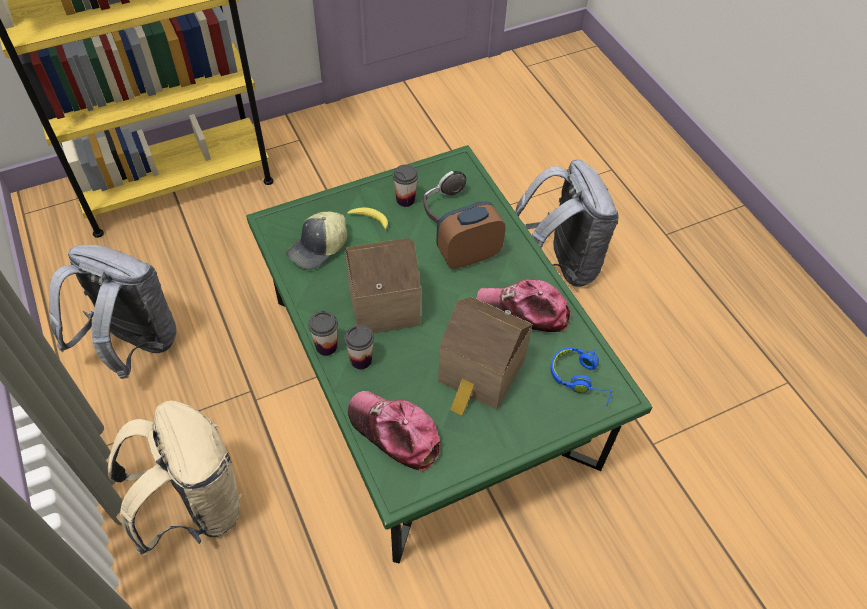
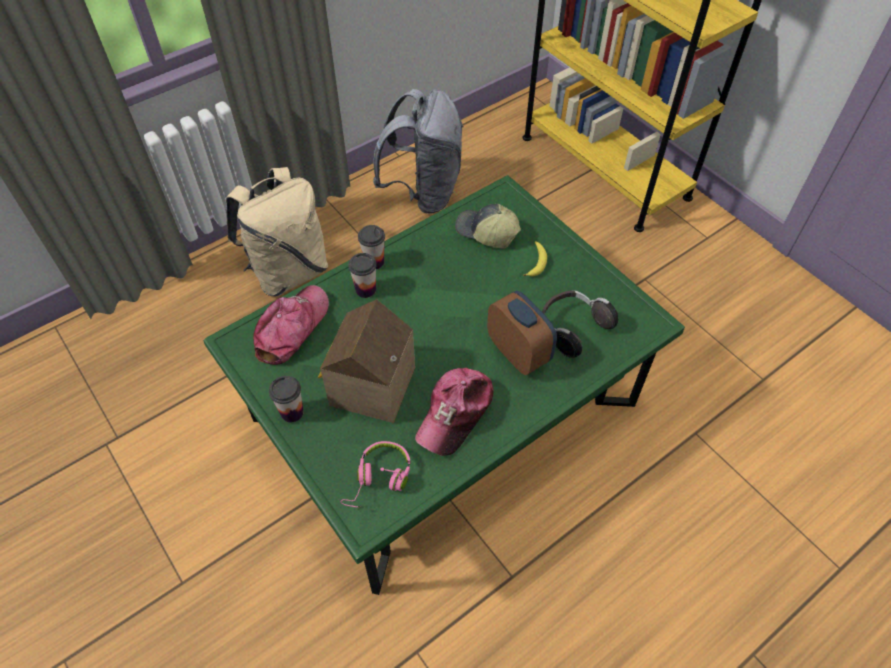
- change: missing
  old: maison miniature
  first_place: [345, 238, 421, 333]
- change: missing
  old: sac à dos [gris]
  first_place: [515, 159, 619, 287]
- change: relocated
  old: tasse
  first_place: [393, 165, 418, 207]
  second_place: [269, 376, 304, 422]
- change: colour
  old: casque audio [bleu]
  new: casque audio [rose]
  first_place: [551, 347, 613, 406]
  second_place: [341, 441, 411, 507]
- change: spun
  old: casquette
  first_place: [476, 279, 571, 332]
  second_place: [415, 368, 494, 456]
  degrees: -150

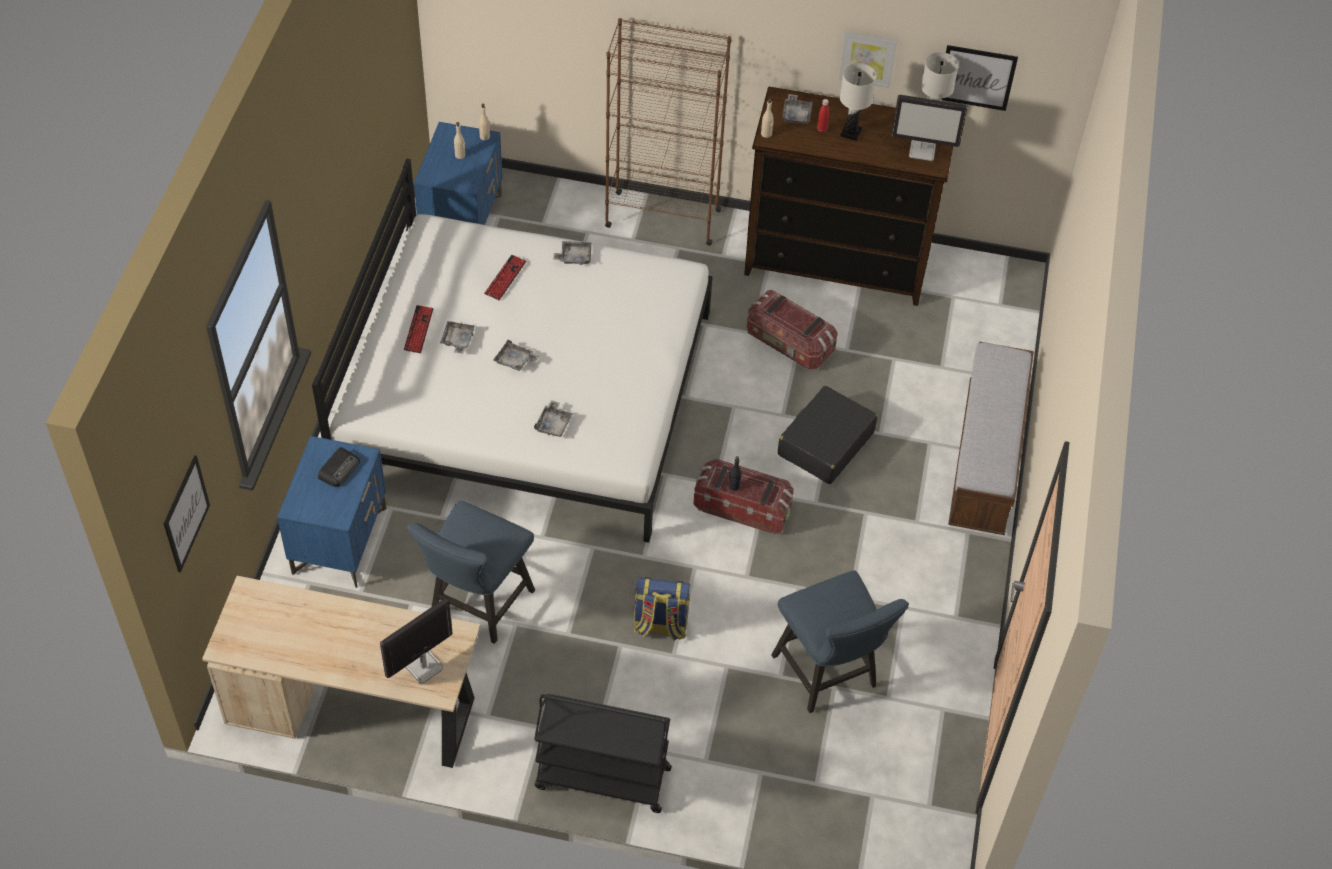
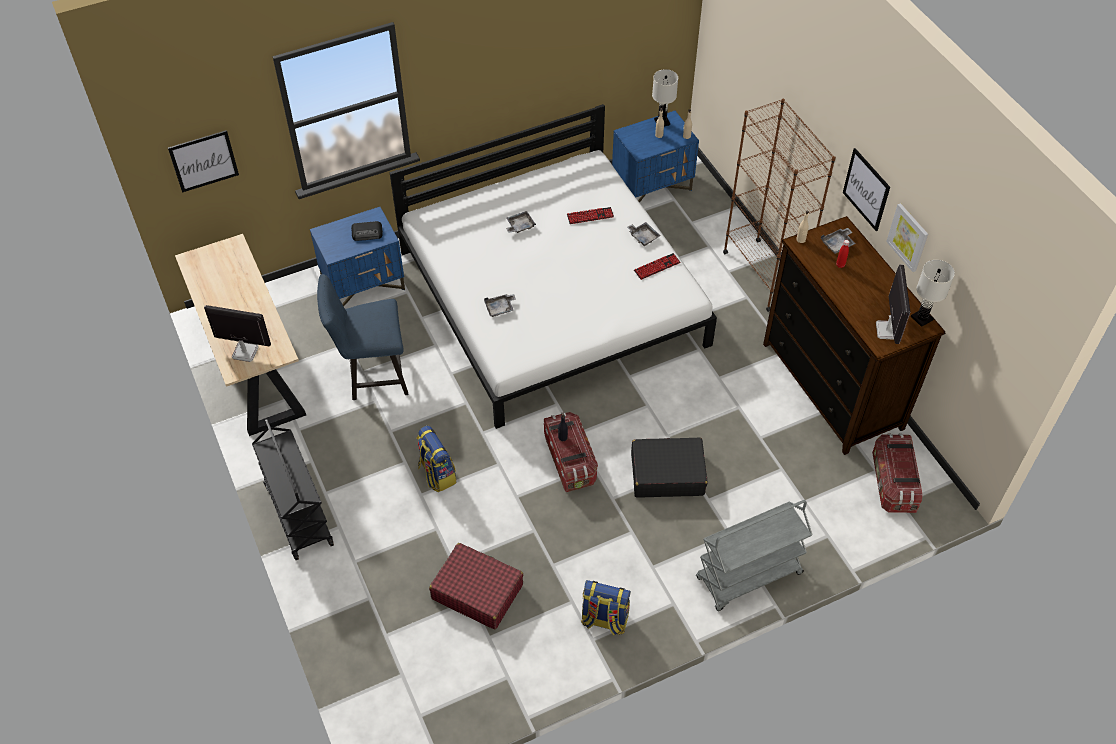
- change: missing
  old: plateau [gris]
  first_place: [493, 339, 539, 371]
- change: appeared
  new: sac à dos
  second_place: [581, 580, 631, 635]
- change: relocated
  old: clavier
  first_place: [404, 305, 434, 353]
  second_place: [634, 253, 680, 280]
- change: relocated
  old: boîte de rangement
  first_place: [747, 290, 838, 369]
  second_place: [872, 434, 922, 513]
- change: relocated
  old: lampe de table [blanc]
  first_place: [840, 63, 877, 141]
  second_place: [652, 69, 678, 126]
- change: relocated
  old: tableau
  first_place: [941, 45, 1018, 111]
  second_place: [843, 148, 890, 231]
- change: exchanged
  old: chaise [bleu]
  new: valise [rouge]
  first_place: [771, 570, 909, 713]
  second_place: [429, 543, 523, 629]
- change: exchanged
  old: banc
  new: chariot [gris]
  first_place: [948, 341, 1034, 535]
  second_place: [696, 500, 813, 611]
- change: spun
  old: écran d'ordinateur
  first_place: [891, 95, 968, 161]
  second_place: [876, 264, 910, 344]
  degrees: -150

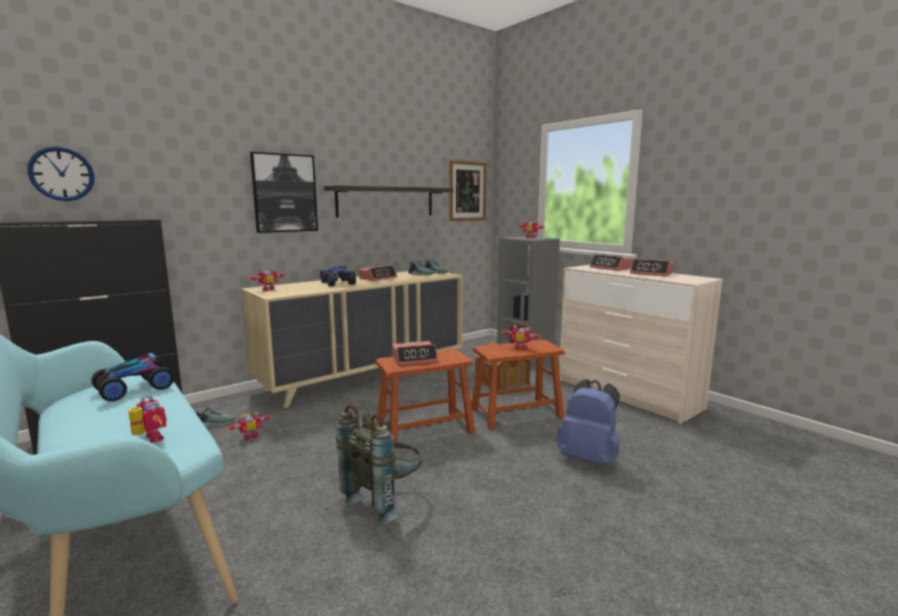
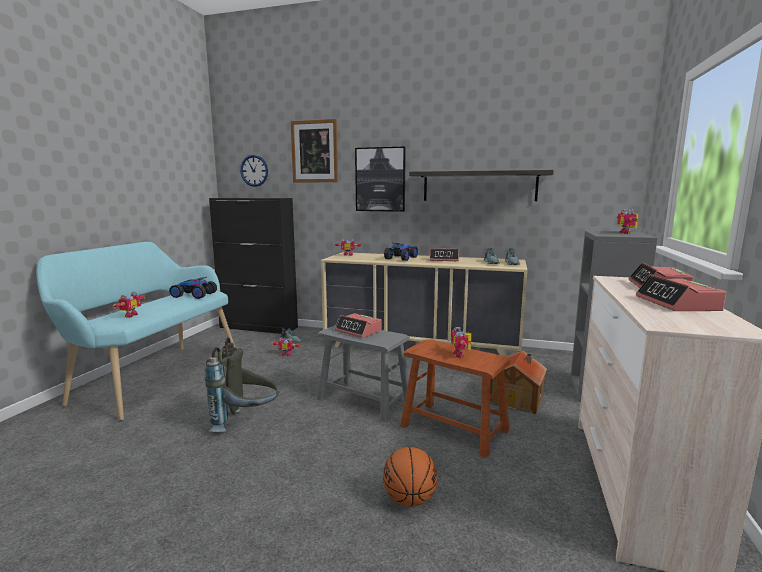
- change: relocated
  old: tableau
  first_place: [449, 160, 487, 221]
  second_place: [291, 119, 338, 183]
- change: exchanged
  old: sac à dos [bleu]
  new: ballon de basket
  first_place: [557, 379, 620, 466]
  second_place: [383, 447, 438, 507]
- change: colour
  old: tabouret [marron]
  new: tabouret [gris]
  first_place: [375, 349, 475, 449]
  second_place: [317, 325, 410, 421]

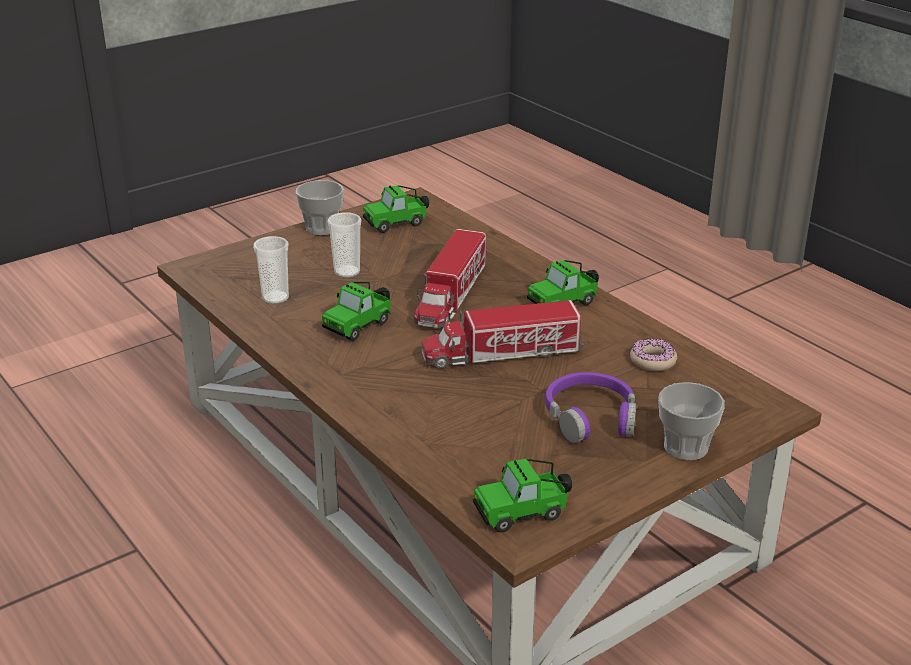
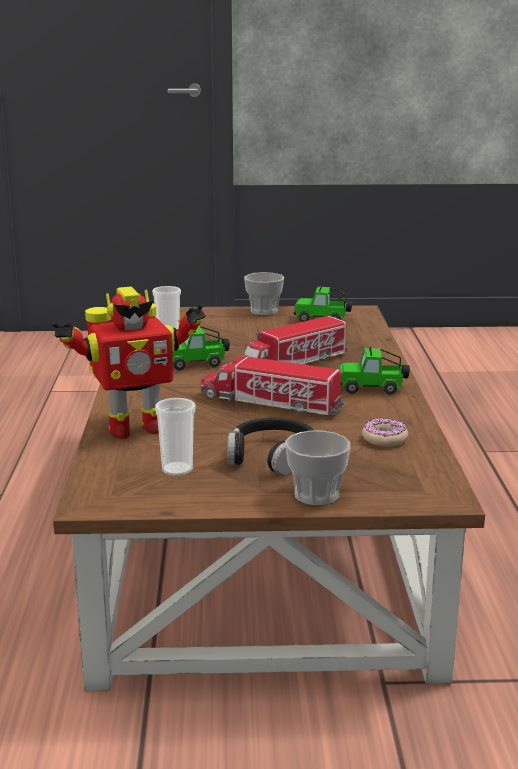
- change: missing
  old: petite voiture
  first_place: [473, 459, 572, 532]
- change: appeared
  new: robot jouet
  second_place: [52, 287, 206, 439]
- change: relocated
  old: tasse
  first_place: [328, 212, 361, 278]
  second_place: [155, 398, 196, 476]
- change: colour
  old: casque audio [violet]
  new: casque audio [noir]
  first_place: [545, 372, 637, 443]
  second_place: [227, 418, 315, 475]

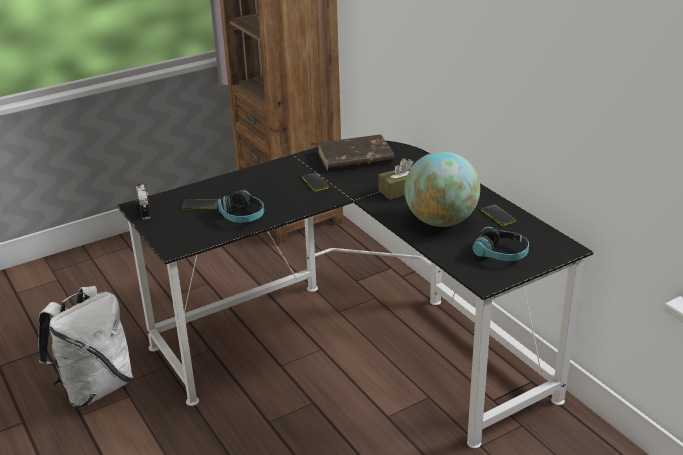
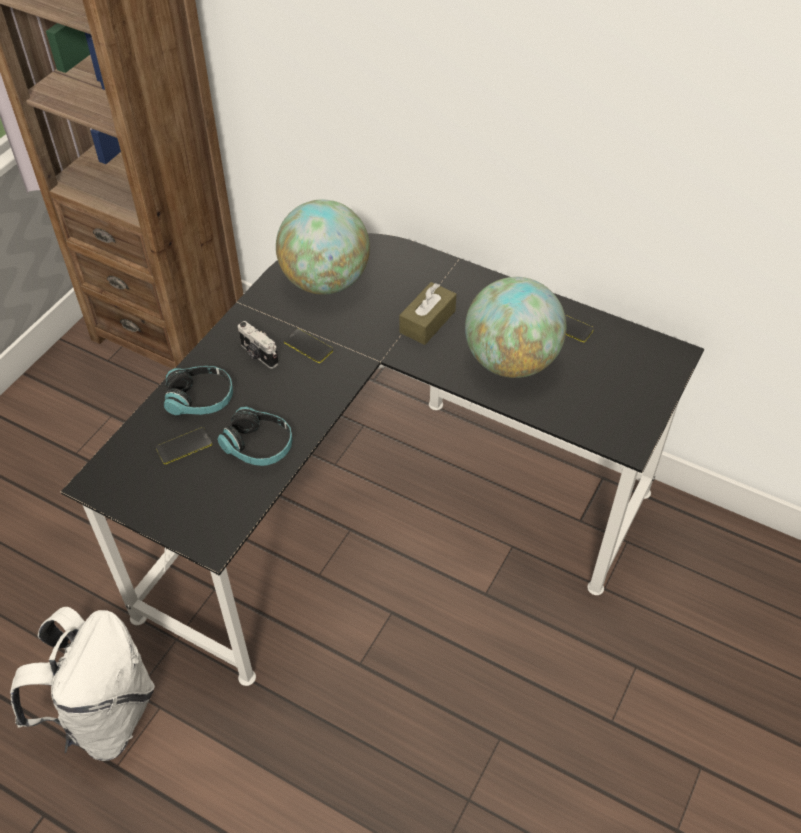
- change: relocated
  old: appareil photo
  first_place: [134, 183, 150, 219]
  second_place: [238, 321, 279, 369]
- change: relocated
  old: casque audio
  first_place: [473, 227, 529, 261]
  second_place: [164, 366, 233, 415]
- change: exchanged
  old: livre [marron]
  new: globe
  first_place: [317, 134, 394, 171]
  second_place: [276, 199, 370, 295]

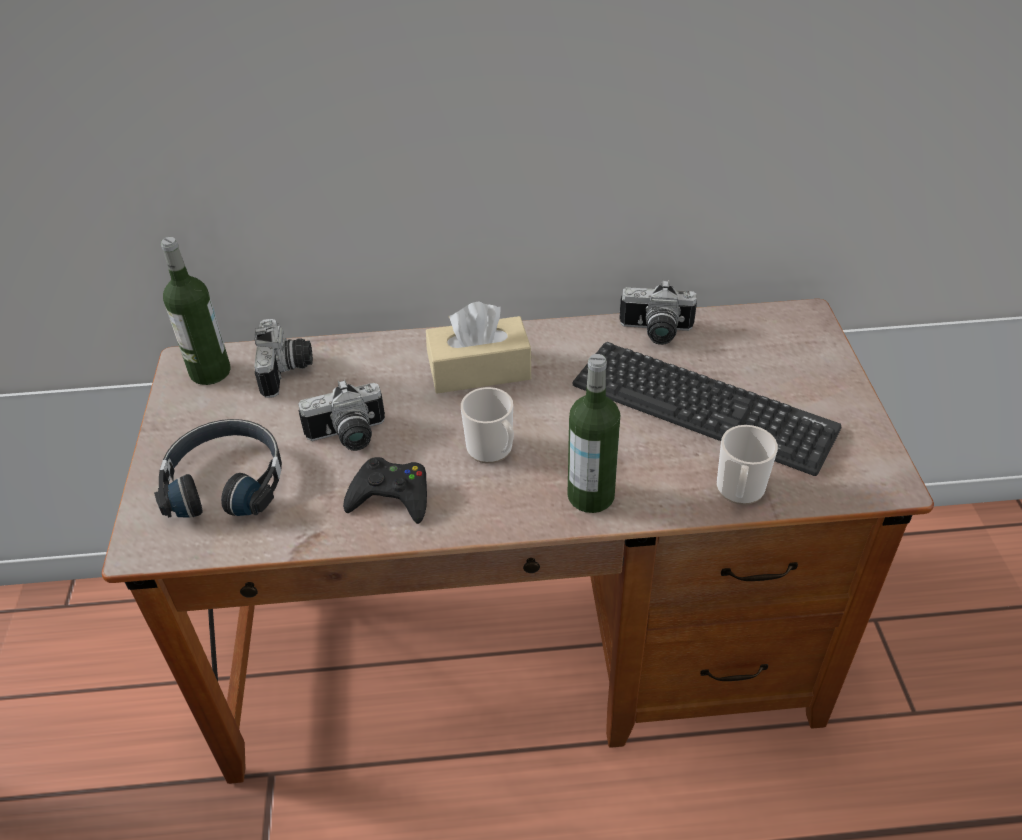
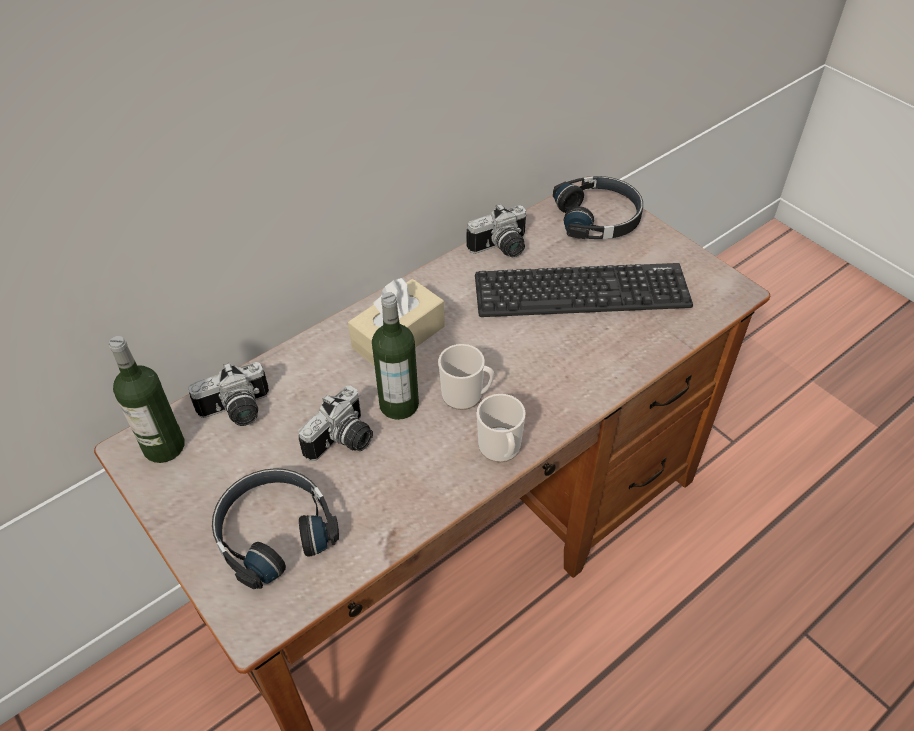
- change: missing
  old: manette [noir]
  first_place: [343, 457, 427, 524]
- change: appeared
  new: casque audio [noir]
  second_place: [553, 176, 643, 239]
- change: relocated
  old: bouteille
  first_place: [567, 354, 620, 513]
  second_place: [372, 292, 419, 420]
- change: relocated
  old: mug
  first_place: [717, 425, 778, 505]
  second_place: [477, 394, 525, 462]
- change: spun
  old: appareil photo
  first_place: [254, 319, 313, 398]
  second_place: [188, 362, 269, 426]
  degrees: 105

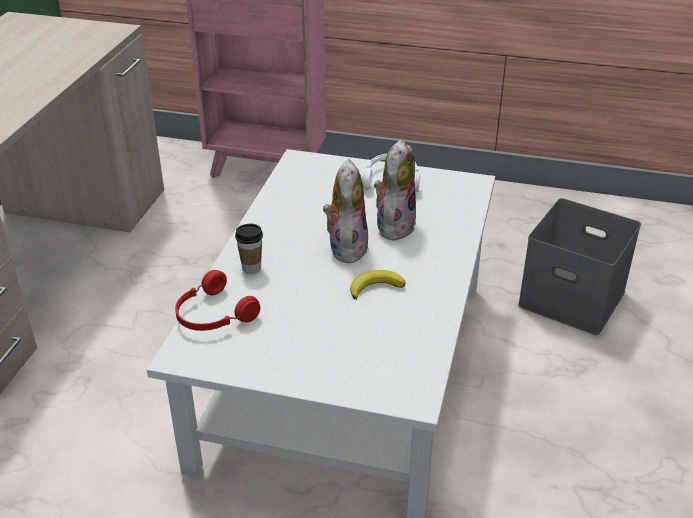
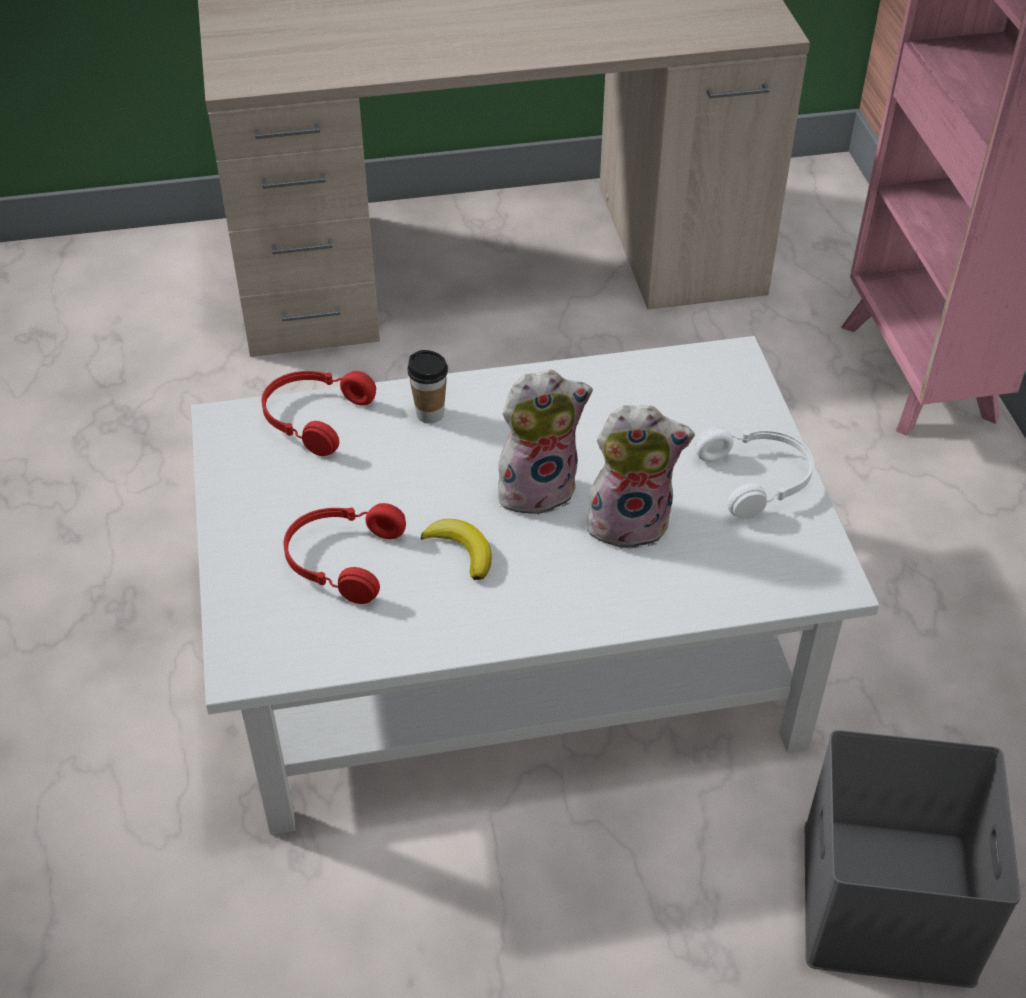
- change: appeared
  new: casque audio [rouge]
  second_place: [284, 503, 406, 604]

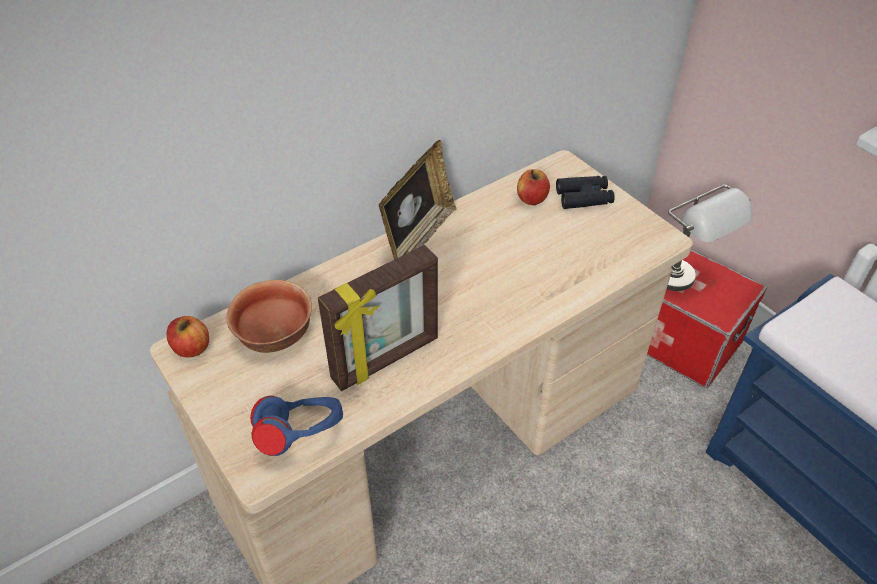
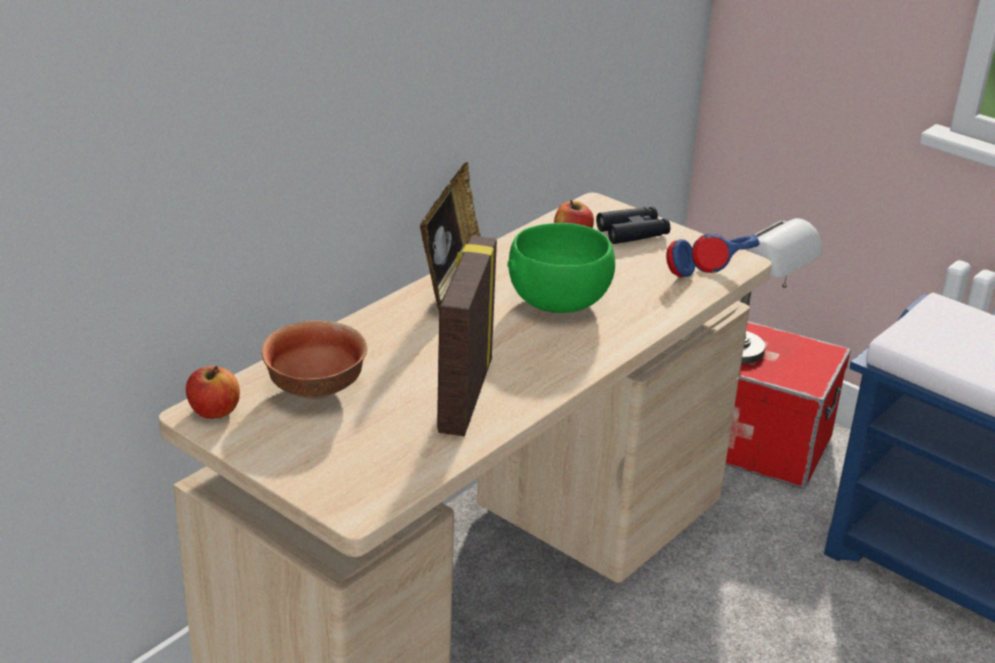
- change: appeared
  new: bol [vert]
  second_place: [507, 223, 615, 313]
- change: relocated
  old: casque audio [bleu]
  first_place: [250, 396, 343, 456]
  second_place: [666, 233, 760, 278]
- change: spun
  old: cadre photo
  first_place: [318, 245, 438, 391]
  second_place: [437, 236, 497, 436]
  degrees: 150

